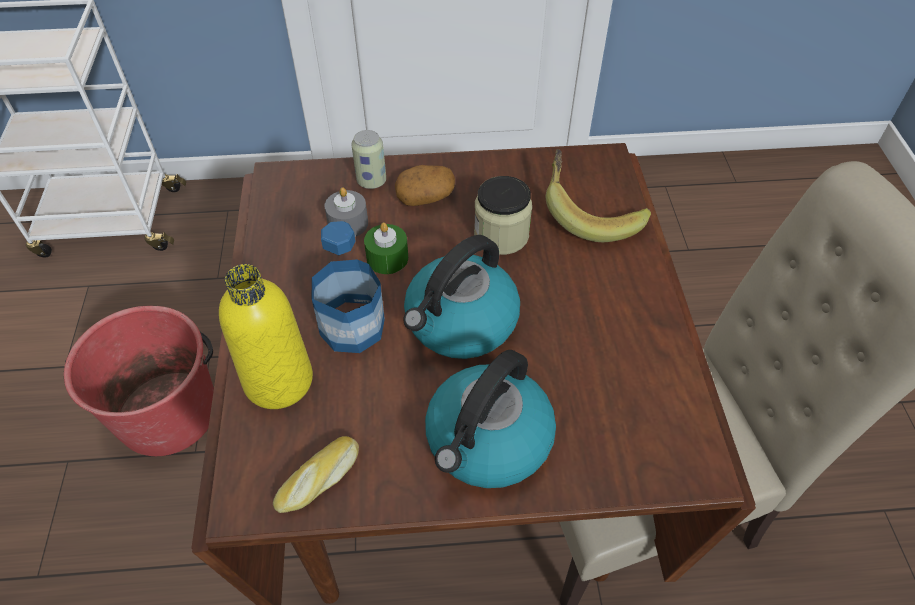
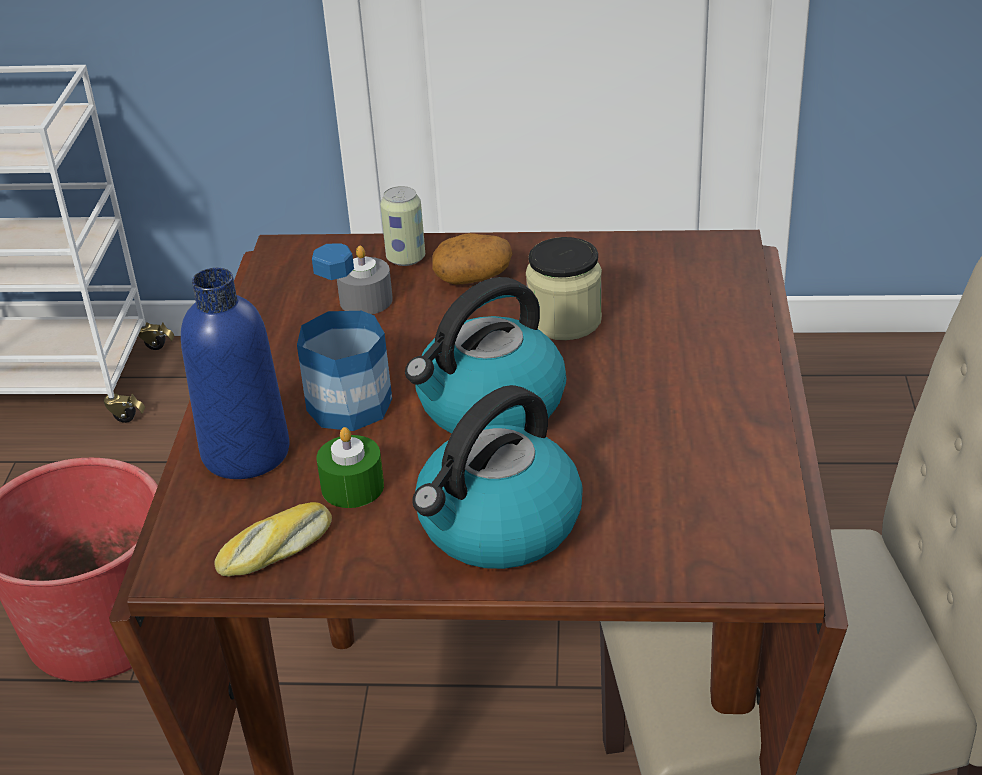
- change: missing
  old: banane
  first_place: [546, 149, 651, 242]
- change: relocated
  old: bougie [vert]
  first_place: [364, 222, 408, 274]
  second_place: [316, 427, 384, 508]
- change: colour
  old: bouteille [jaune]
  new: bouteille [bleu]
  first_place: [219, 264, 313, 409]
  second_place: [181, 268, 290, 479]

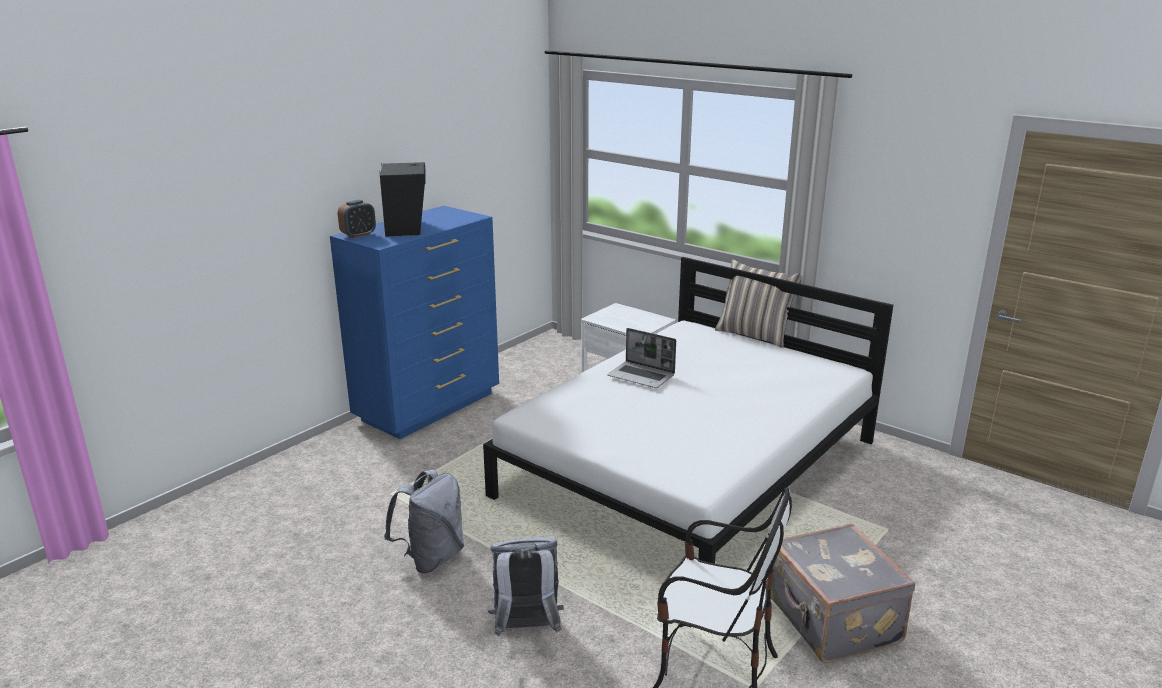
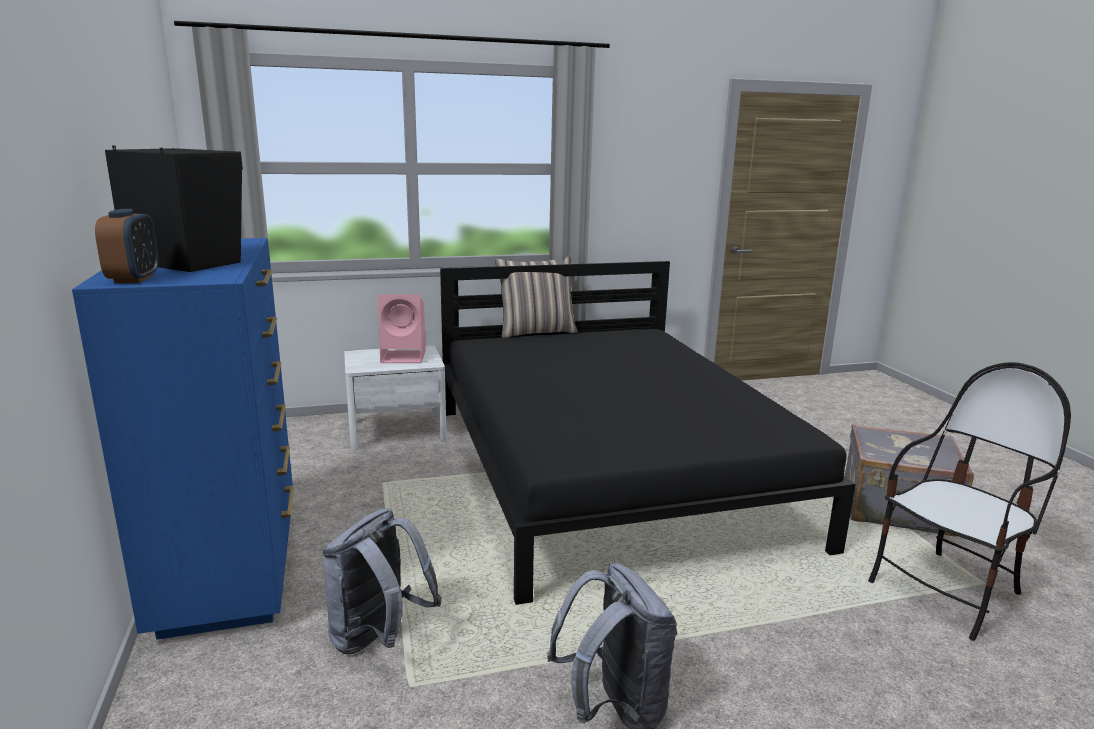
- change: missing
  old: ordinateur portable
  first_place: [607, 328, 676, 388]
- change: appeared
  new: enceinte [rose]
  second_place: [378, 294, 426, 363]
- change: relocated
  old: sac à dos [gris]
  first_place: [488, 537, 564, 637]
  second_place: [323, 508, 442, 654]
- change: colour
  old: lit [blanc]
  new: lit [noir]
  first_place: [483, 257, 893, 564]
  second_place: [440, 261, 856, 605]

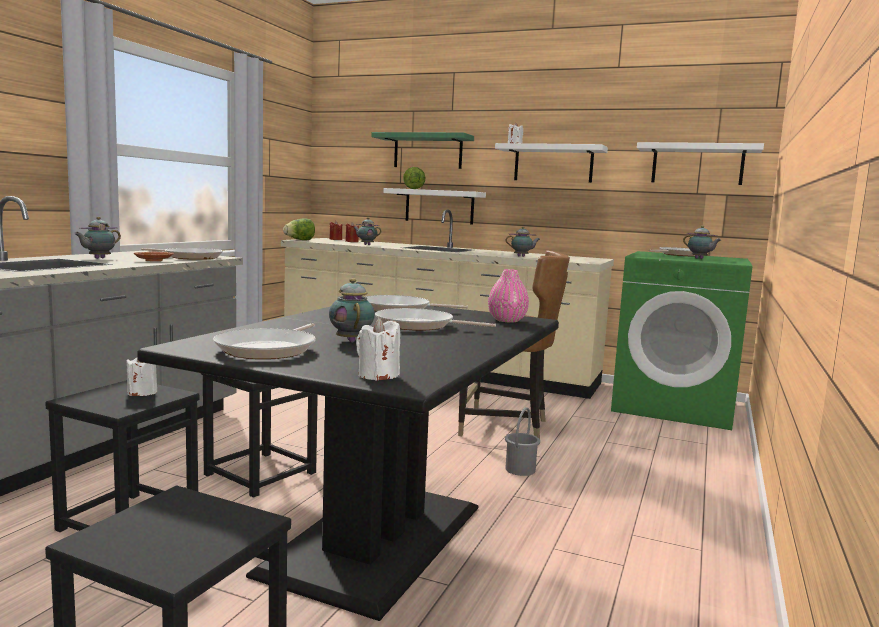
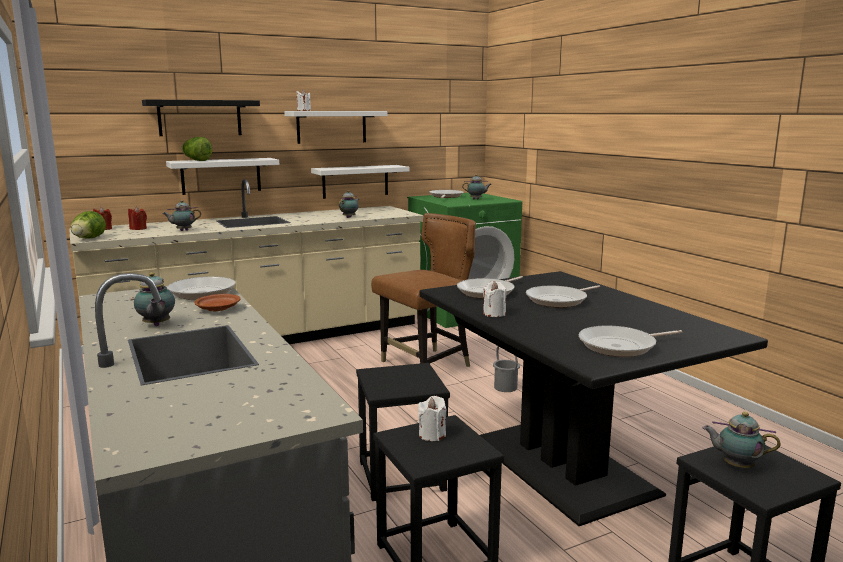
- change: missing
  old: vase [rose]
  first_place: [488, 269, 529, 322]
- change: relocated
  old: théière
  first_place: [329, 278, 375, 343]
  second_place: [703, 412, 780, 468]
- change: relocated
  old: bougie [blanc]
  first_place: [356, 317, 400, 380]
  second_place: [483, 281, 507, 317]
- change: relocated
  old: étagère [blanc]
  first_place: [637, 142, 764, 185]
  second_place: [311, 165, 409, 199]
- change: colour
  old: étagère [vert]
  new: étagère [noir]
  first_place: [371, 132, 474, 169]
  second_place: [142, 100, 260, 136]
- change: spun
  old: poêle
  first_place: [213, 323, 316, 359]
  second_place: [578, 325, 682, 357]
  degrees: 105

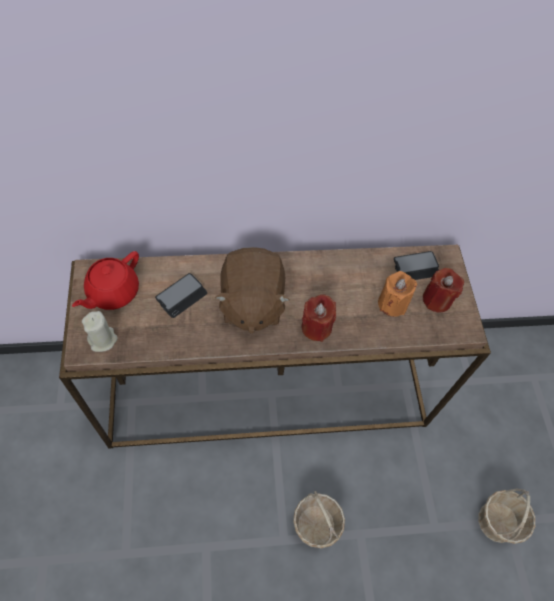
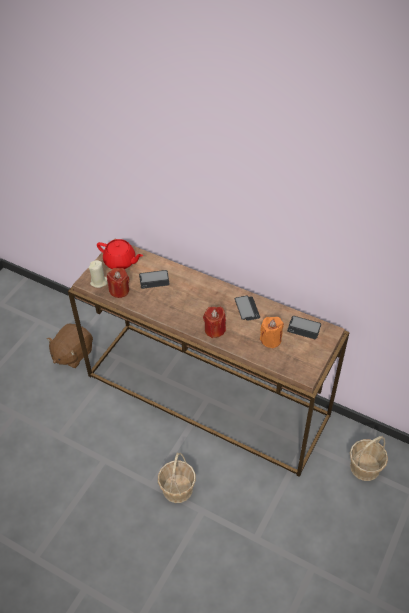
- change: appeared
  new: téléphone
  second_place: [235, 296, 260, 321]
- change: relocated
  old: peluche [marron]
  first_place: [215, 247, 290, 334]
  second_place: [47, 324, 93, 368]
- change: relocated
  old: bougie [rouge]
  first_place: [423, 268, 464, 313]
  second_place: [107, 268, 129, 298]
- change: relocated
  old: panier
  first_place: [478, 488, 535, 544]
  second_place: [350, 436, 388, 481]
- change: spun
  old: théière [rouge]
  first_place: [72, 251, 139, 310]
  second_place: [97, 239, 143, 269]
  degrees: -135

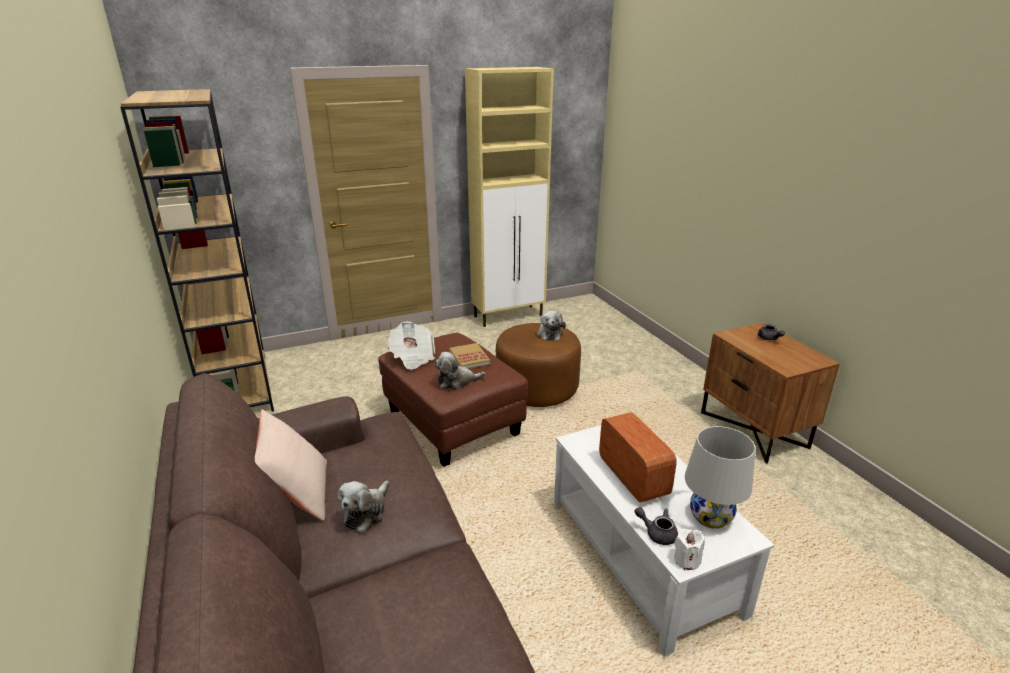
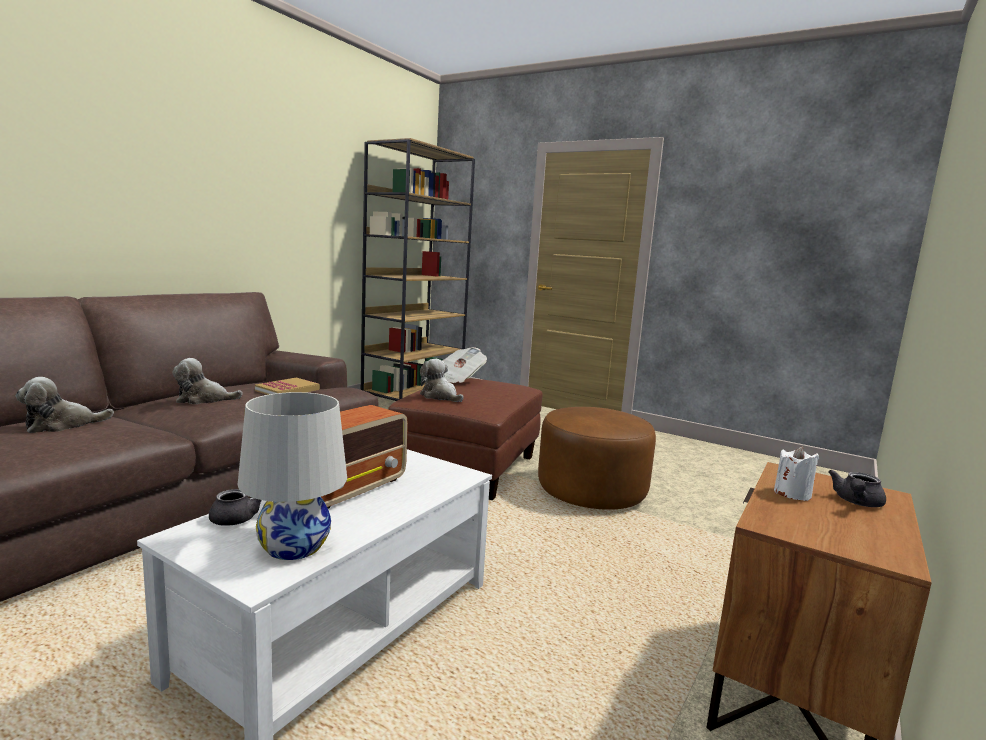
- change: missing
  old: coussin [beige]
  first_place: [255, 409, 327, 521]
- change: missing
  old: meuble de rangement [beige]
  first_place: [465, 67, 554, 327]
- change: relocated
  old: livre
  first_place: [450, 343, 491, 369]
  second_place: [255, 378, 320, 395]
- change: relocated
  old: peluche
  first_place: [537, 311, 566, 341]
  second_place: [16, 377, 114, 433]
- change: relocated
  old: bougie [blanc]
  first_place: [674, 528, 705, 570]
  second_place: [774, 446, 819, 501]

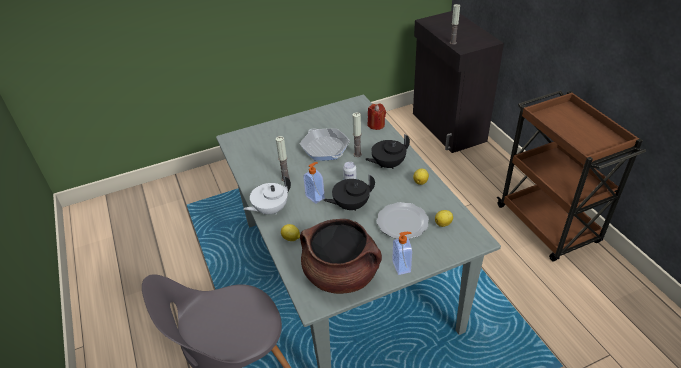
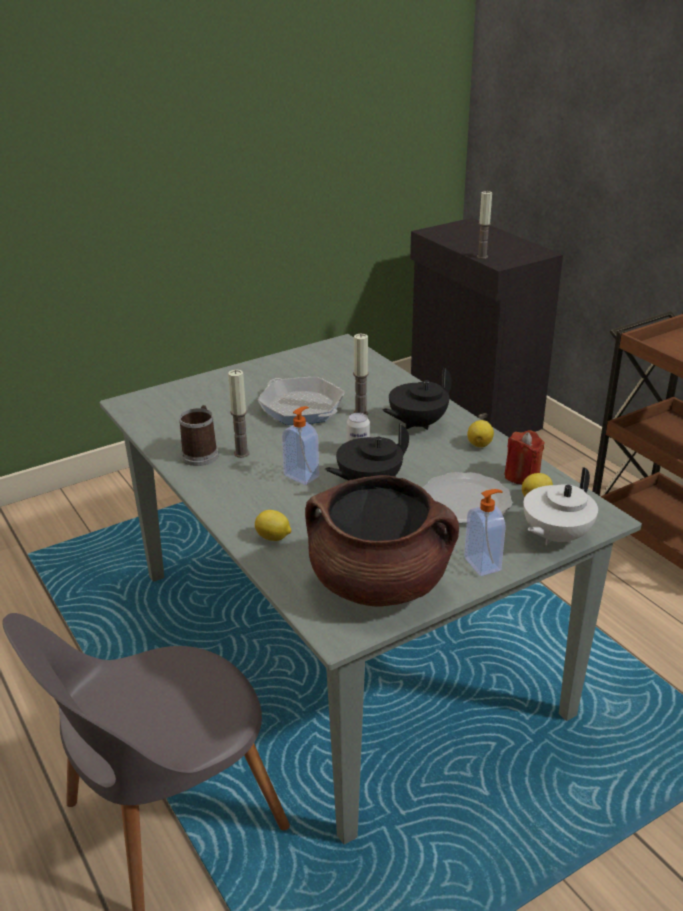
- change: appeared
  new: mug
  second_place: [179, 405, 219, 466]
- change: relocated
  old: théière [blanc]
  first_place: [243, 176, 291, 214]
  second_place: [523, 467, 598, 545]
- change: relocated
  old: bougie [rouge]
  first_place: [368, 103, 386, 130]
  second_place: [504, 430, 545, 485]

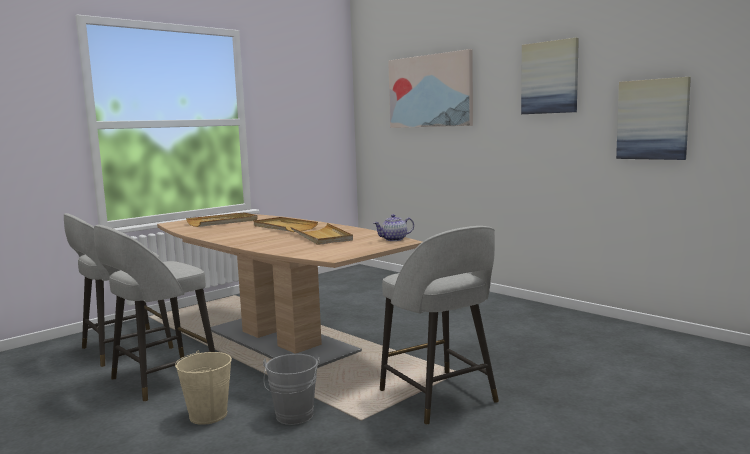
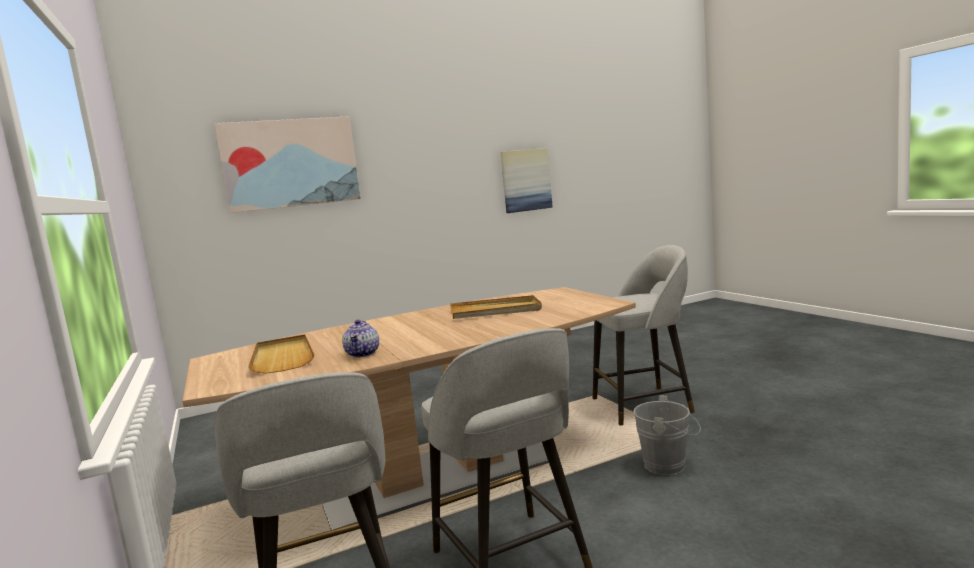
- change: missing
  old: seau [beige]
  first_place: [175, 351, 232, 425]
- change: missing
  old: plateau [beige]
  first_place: [254, 217, 318, 232]
- change: missing
  old: tableau
  first_place: [521, 38, 579, 114]
- change: relocated
  old: théière
  first_place: [374, 214, 414, 241]
  second_place: [342, 320, 379, 358]

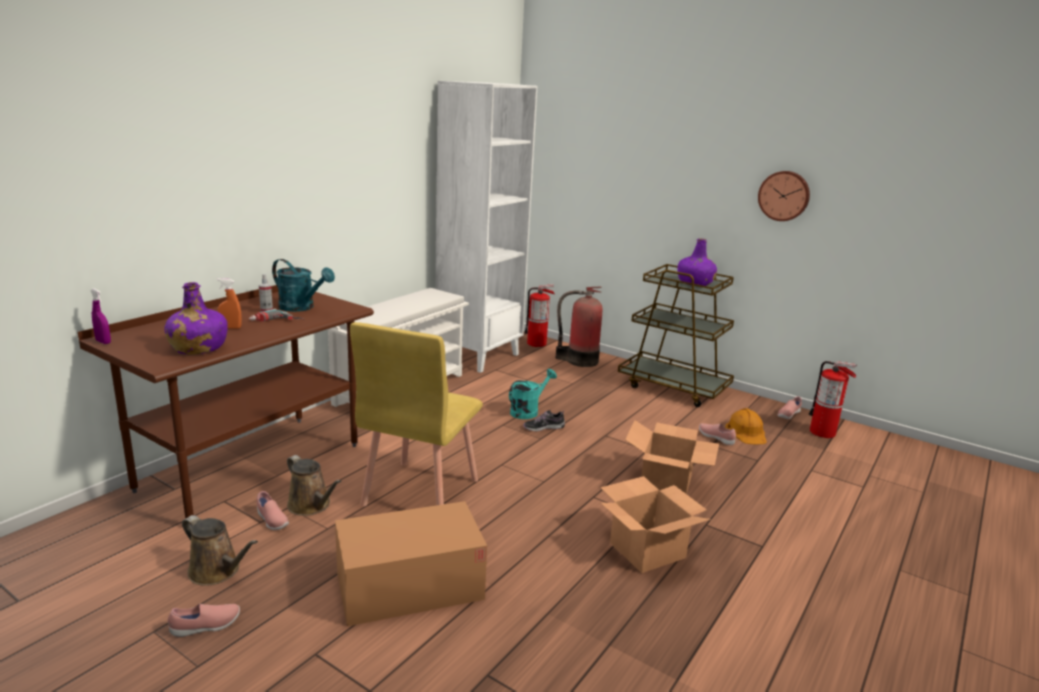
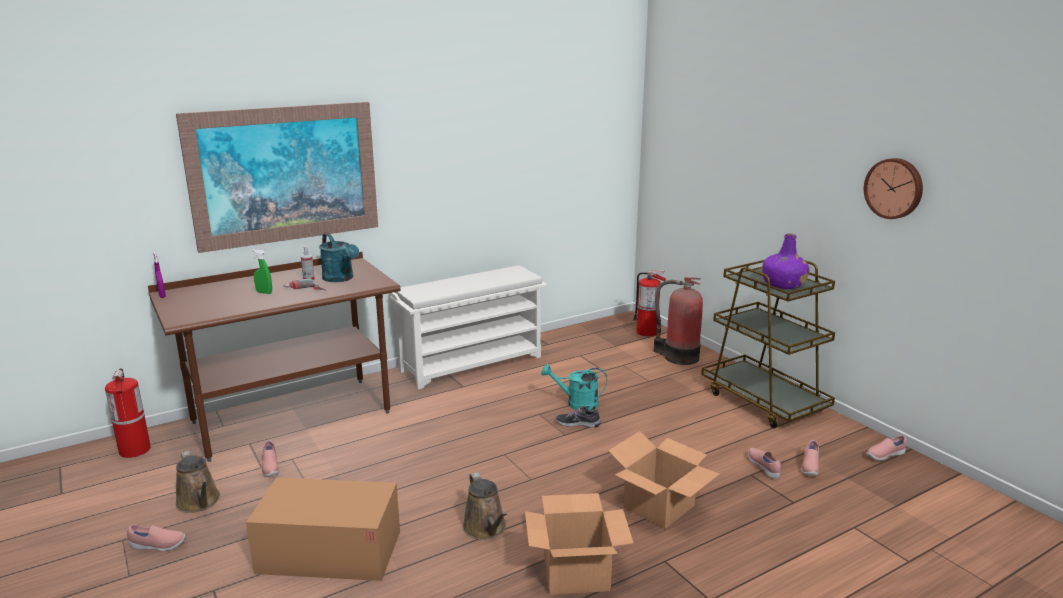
- change: missing
  old: bouteille [violet]
  first_place: [164, 282, 228, 355]
- change: missing
  old: chaise [jaune]
  first_place: [350, 322, 483, 507]
- change: missing
  old: bibliothèque [blanc]
  first_place: [435, 81, 538, 373]
- change: appeared
  new: tableau
  second_place: [176, 102, 378, 253]
- change: relocated
  old: arrosoir [marron]
  first_place: [287, 455, 342, 516]
  second_place: [462, 472, 507, 540]
- change: relocated
  old: extincteur
  first_place: [809, 361, 857, 438]
  second_place: [105, 368, 151, 458]
- change: exchanged
  old: casque de chantier [orange]
  new: chaussure [rose]
  first_place: [725, 408, 767, 445]
  second_place: [801, 440, 819, 476]
- change: colour
  old: vaporisateur [orange]
  new: vaporisateur [vert]
  first_place: [217, 278, 242, 329]
  second_place: [252, 249, 272, 294]
- change: spun
  old: arrosoir [turquoise]
  first_place: [509, 369, 557, 419]
  second_place: [541, 364, 607, 411]
  degrees: -150

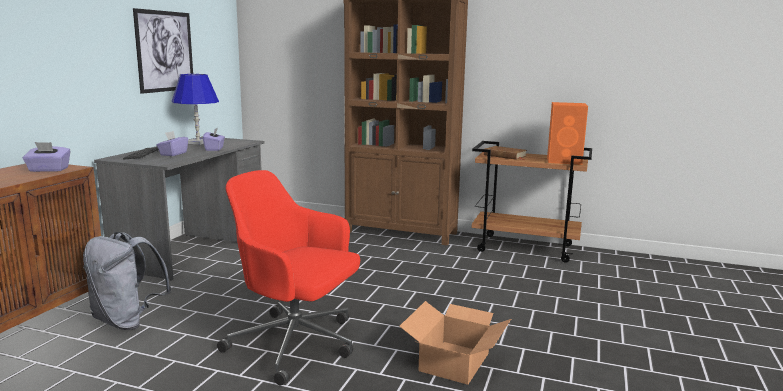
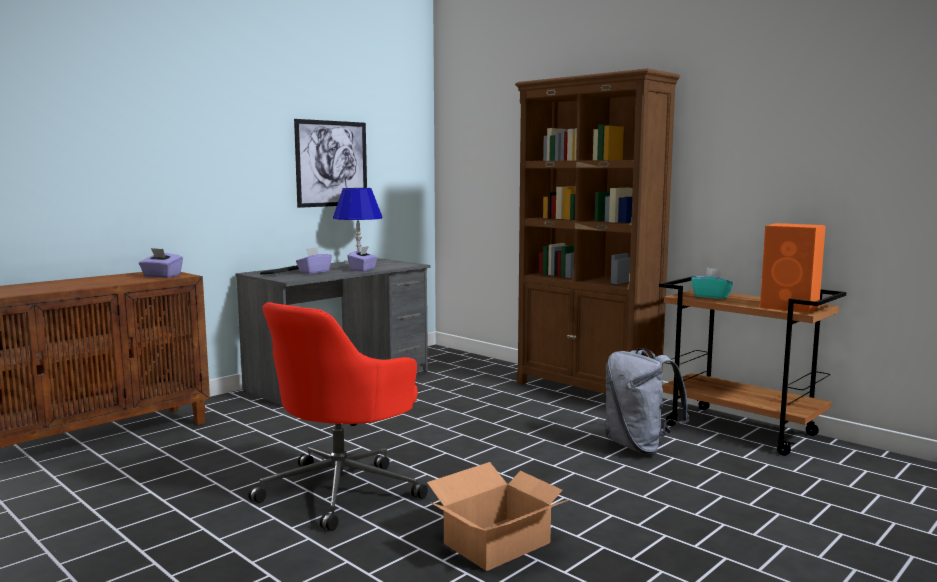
- change: relocated
  old: sac à dos [gris]
  first_place: [83, 232, 172, 330]
  second_place: [605, 348, 690, 455]
- change: exchanged
  old: livre [marron]
  new: boîte à mouchoirs [turquoise]
  first_place: [484, 146, 527, 160]
  second_place: [691, 268, 733, 299]
- change: spun
  old: chaise de bureau [rouge]
  first_place: [217, 170, 360, 386]
  second_place: [248, 302, 428, 531]
  degrees: -105

